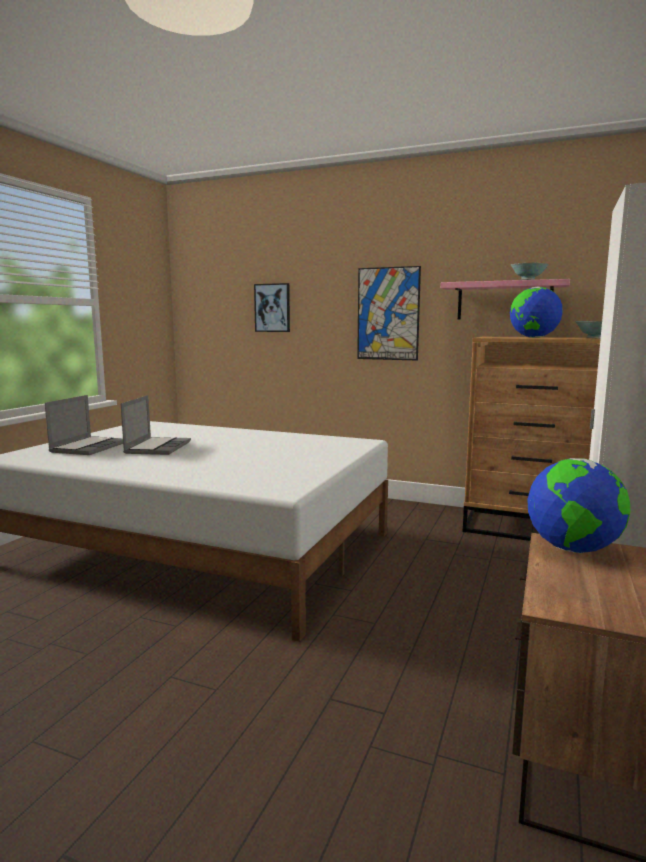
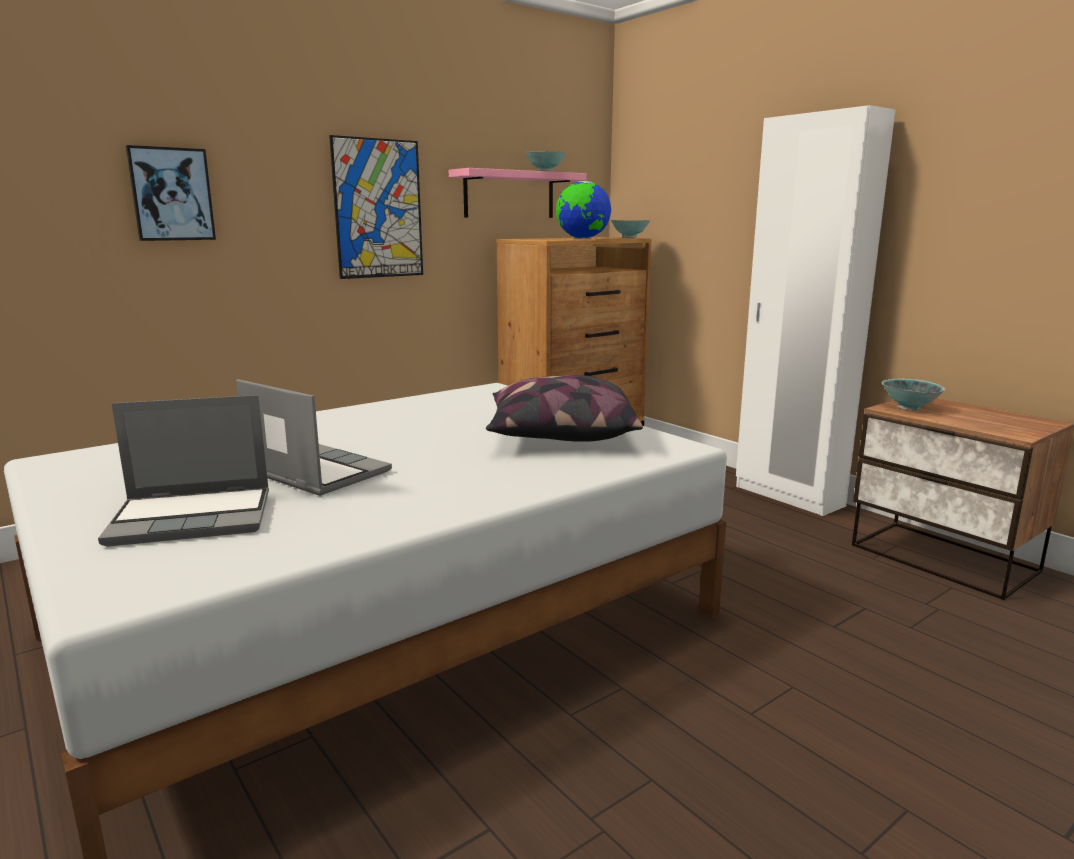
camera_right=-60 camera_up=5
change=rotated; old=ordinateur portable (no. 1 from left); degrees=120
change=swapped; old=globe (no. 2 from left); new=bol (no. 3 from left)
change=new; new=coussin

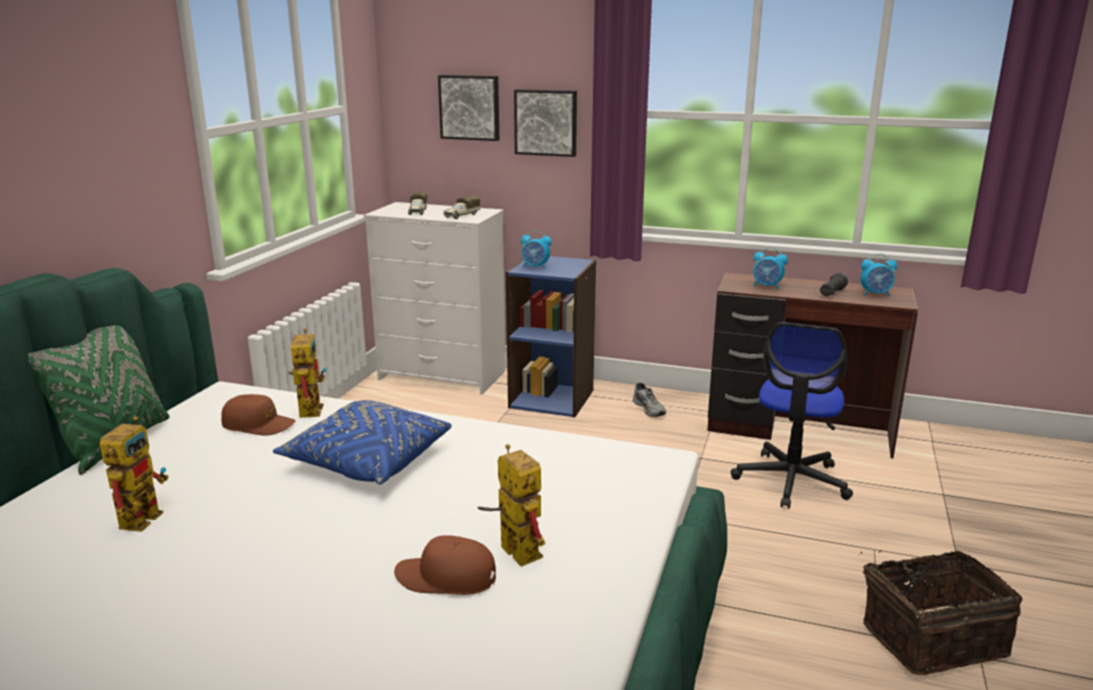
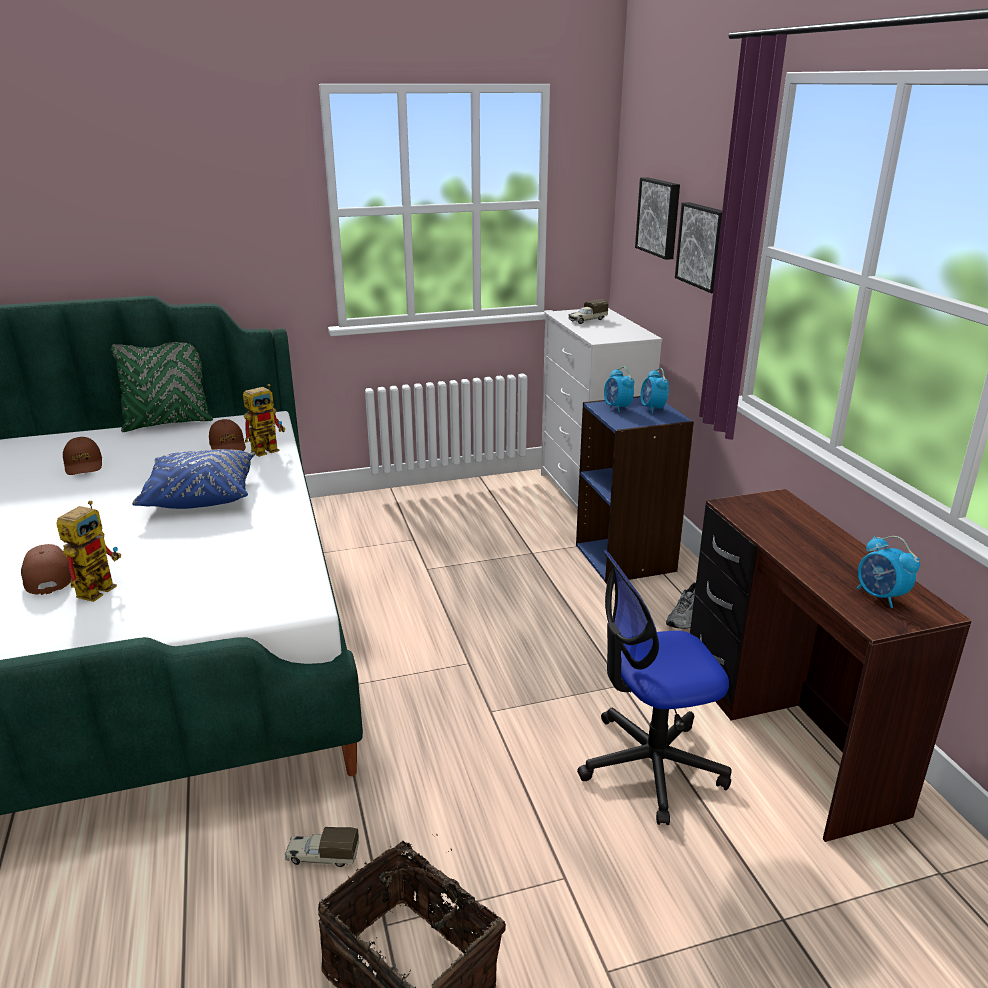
camera_right=55 camera_up=5
change=swapped; old=robot jouet (no. 1 from left); new=casquette (marron) (no. 2 from left)
change=shifted; old=camion jouet (no. 2 from left in the first image); new=camion jouet (no. 1 from left)
change=shifted; old=réveil (no. 2 from left)
change=gone; old=lampe de poche (noir)

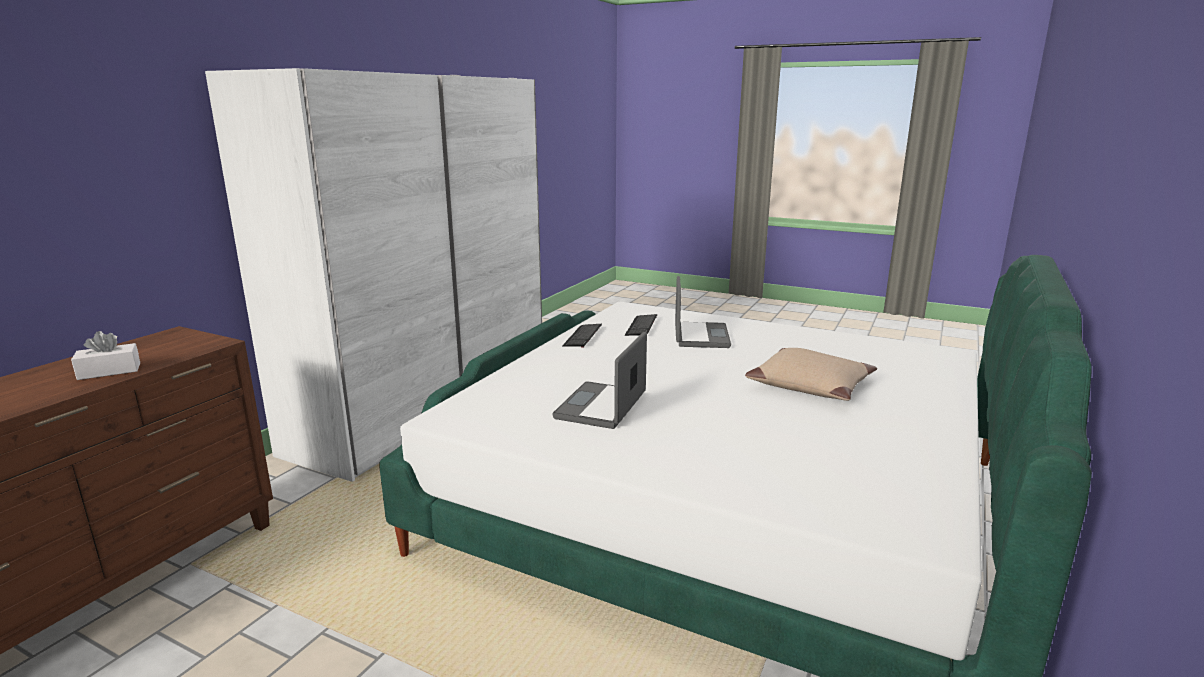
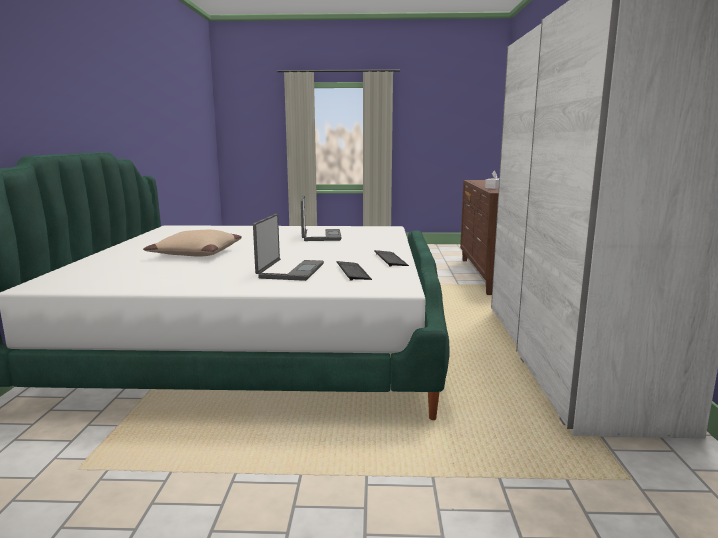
camera_right=155 camera_up=-5
change=rotated; old=ordinateur portable (no. 2 from left in the first image); degrees=-150

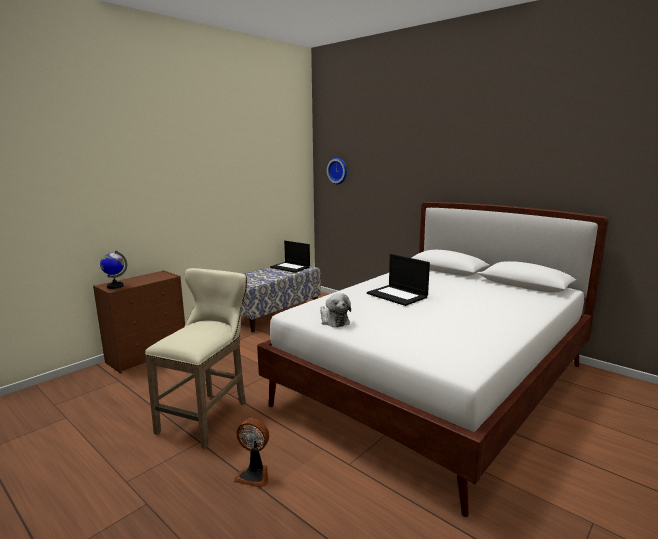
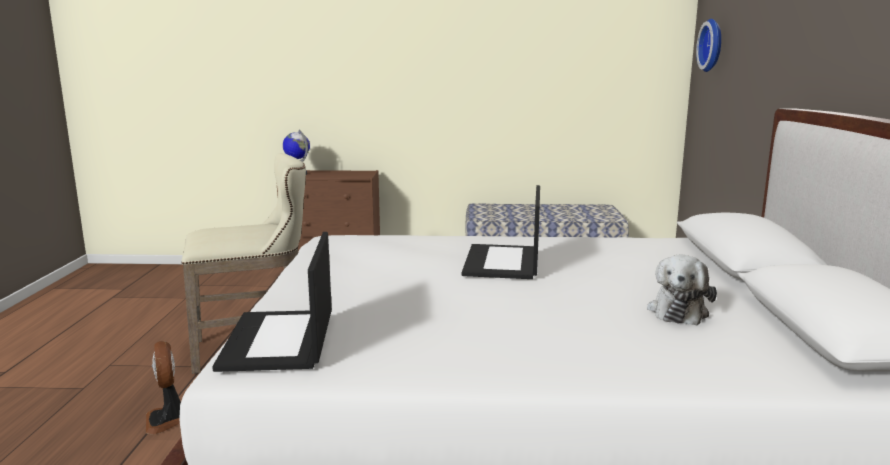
camera_right=50 camera_up=0
change=shifted; old=ordinateur portable (no. 1 from left)
change=shifted; old=peluche

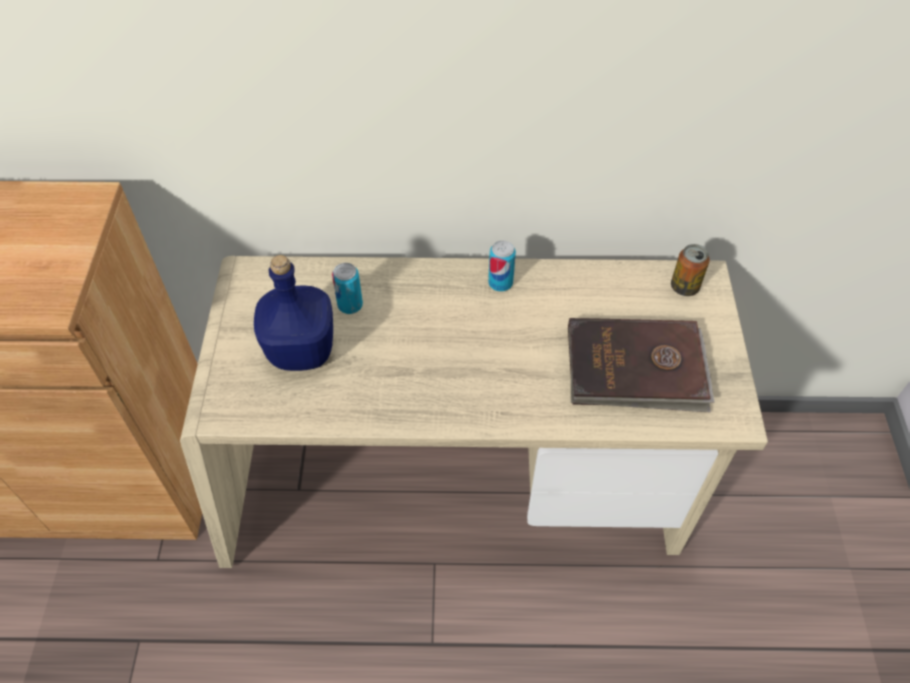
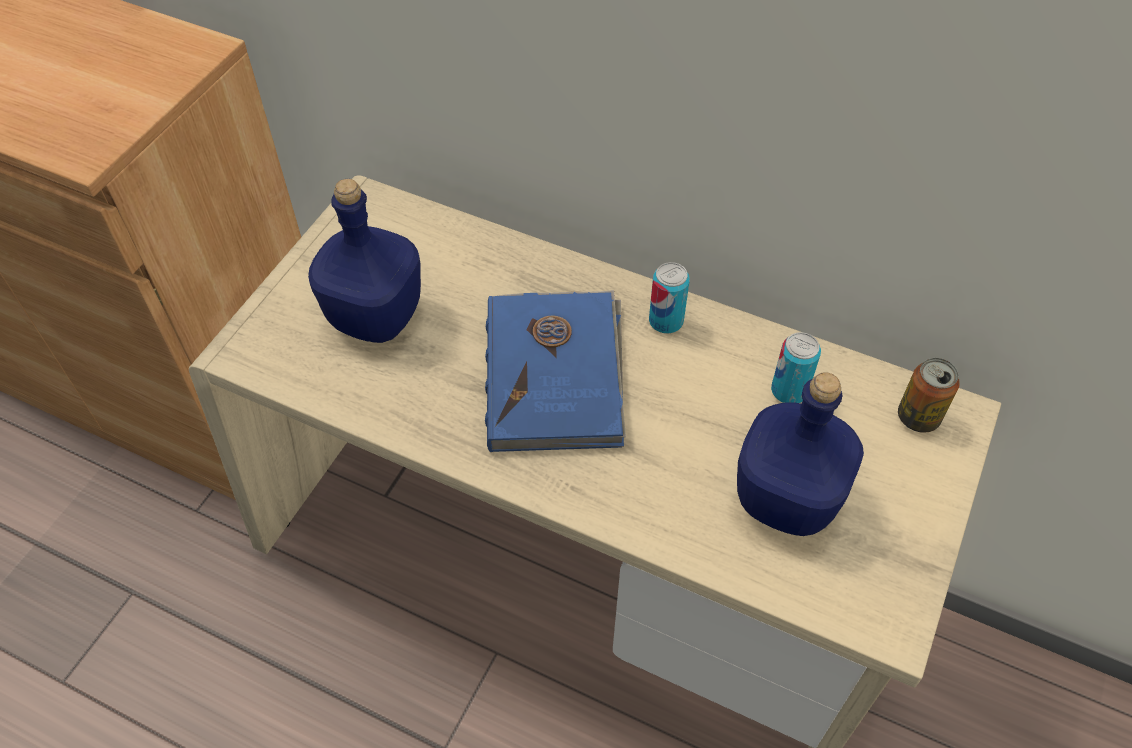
camera_right=25 camera_up=0
change=shifted; old=boîte métallique (no. 1 from left in the first image); new=boîte métallique (no. 2 from left)
change=swapped; old=livre (marron); new=bouteille (bleu) (no. 2 from left)
change=new; new=livre (bleu)

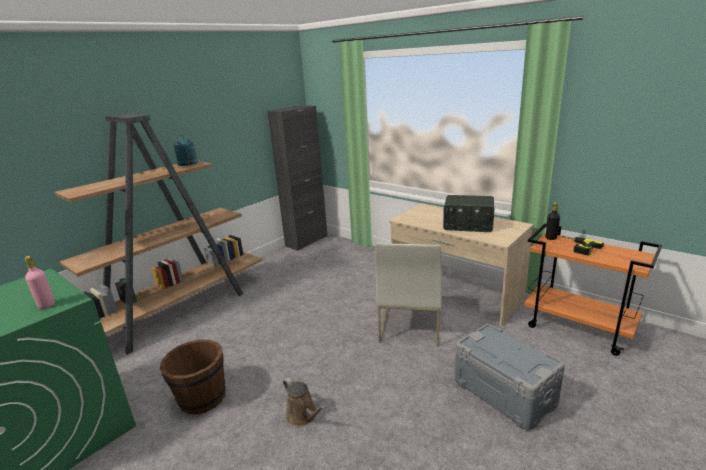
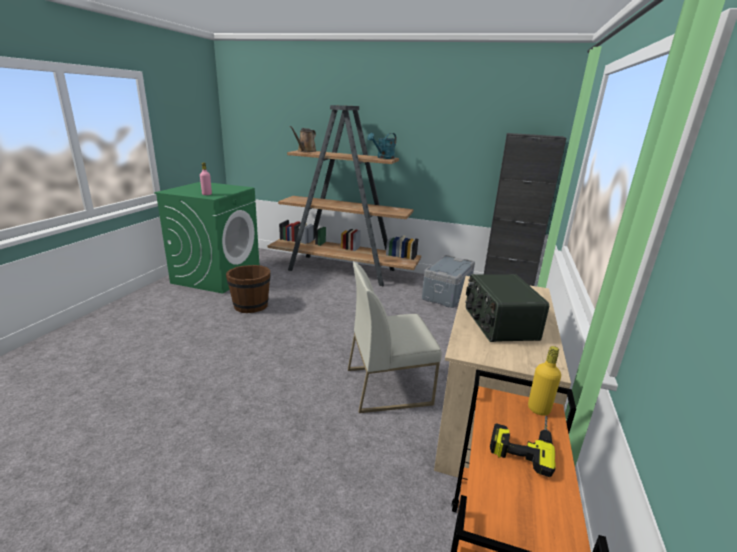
camera_right=65 camera_up=0
change=shifted; old=arrosoir (marron)
change=shifted; old=boîte de rangement (gris)
change=repainted; old=bouteille (noir); new=bouteille (jaune)

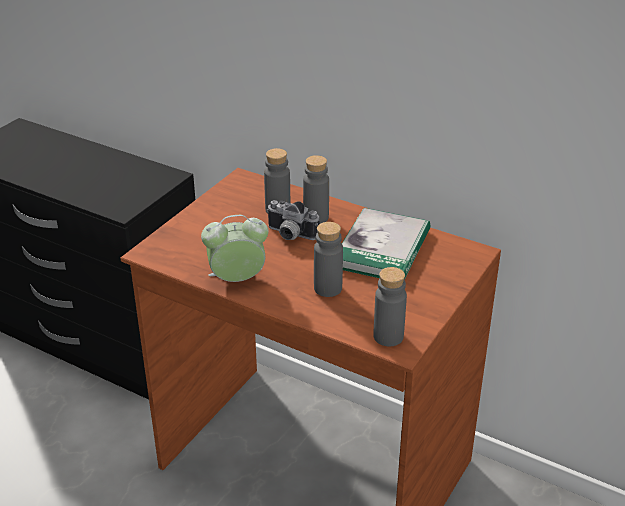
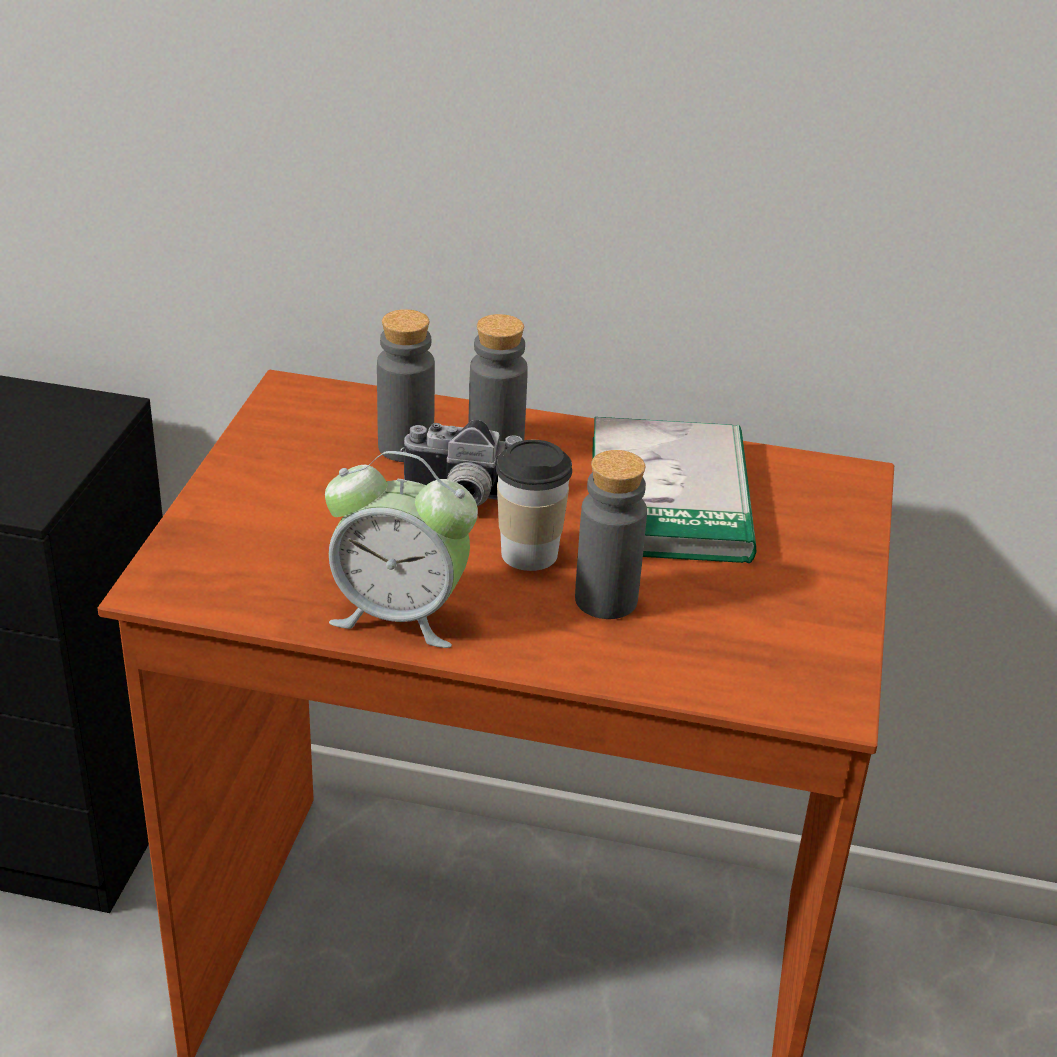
camera_right=-20 camera_up=0
change=rotated; old=réveil; degrees=-135
change=gone; old=bouteille (gris) (no. 4 from left)
change=new; new=tasse

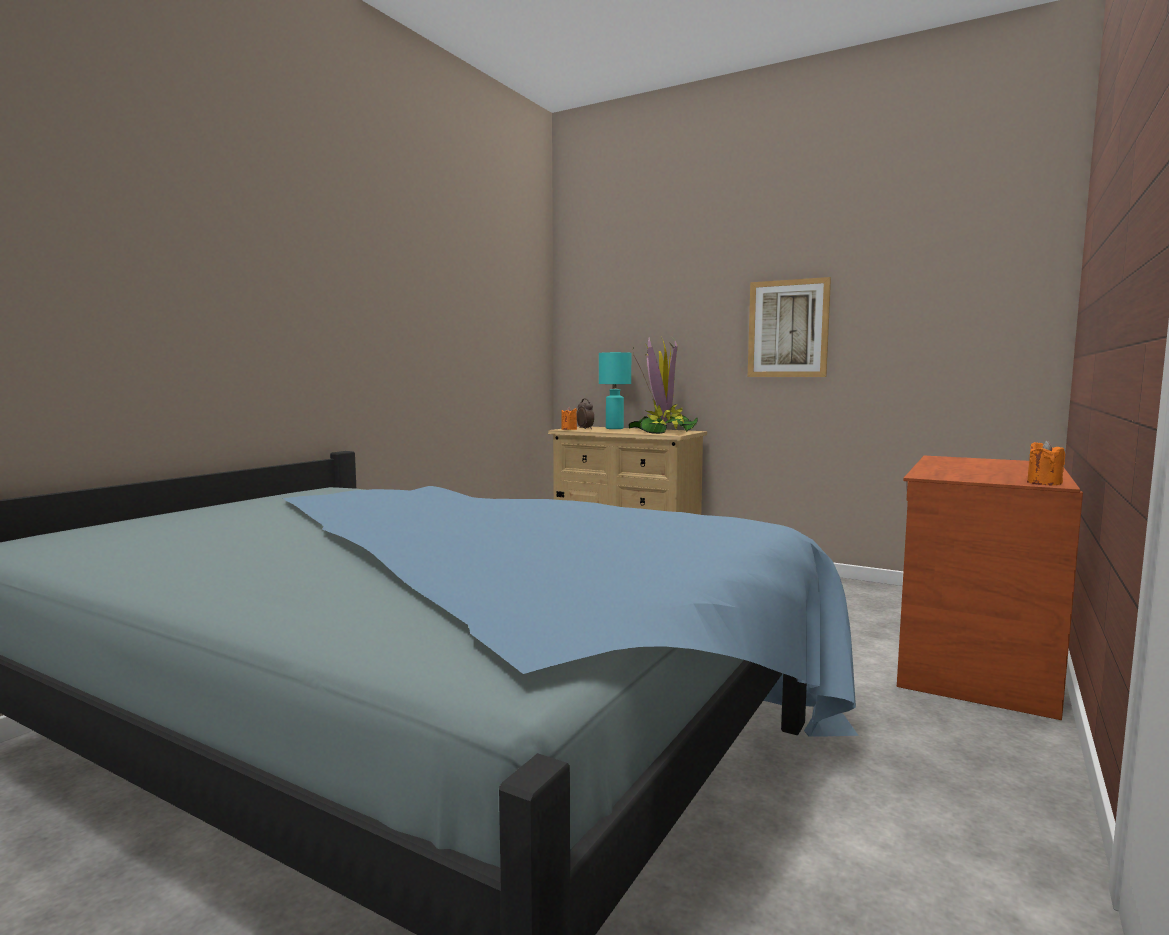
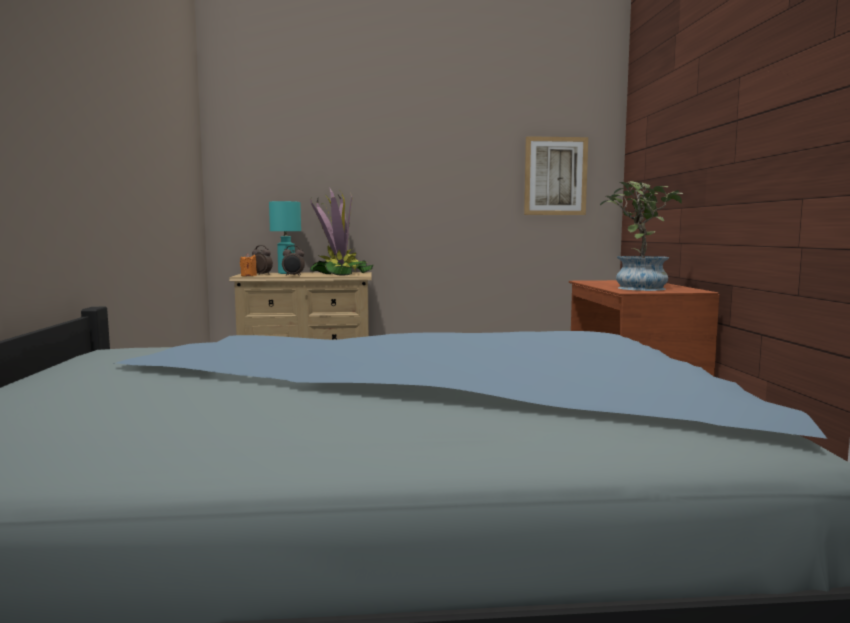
camera_right=-35 camera_up=0
change=shifted; old=tableau
change=gone; old=bougie (orange) (no. 2 from left)
change=new; new=réveil (no. 2 from left)
change=new; new=plante en pot (no. 2 from left)

